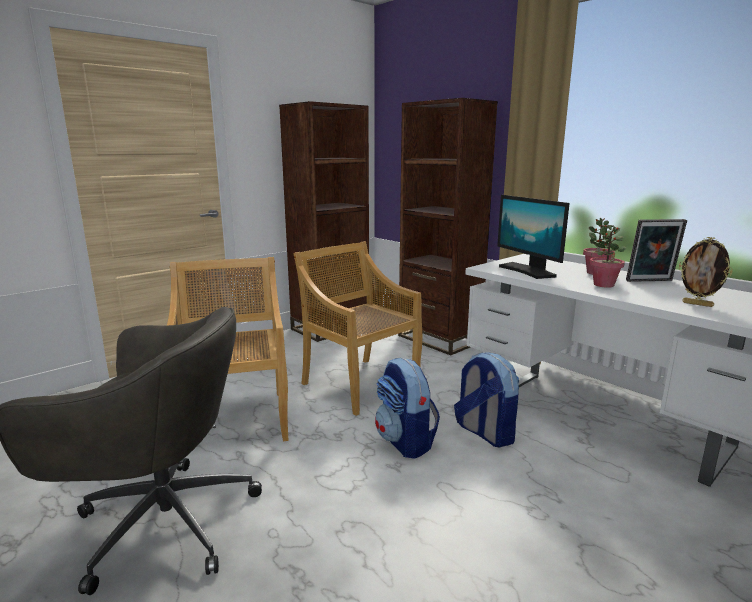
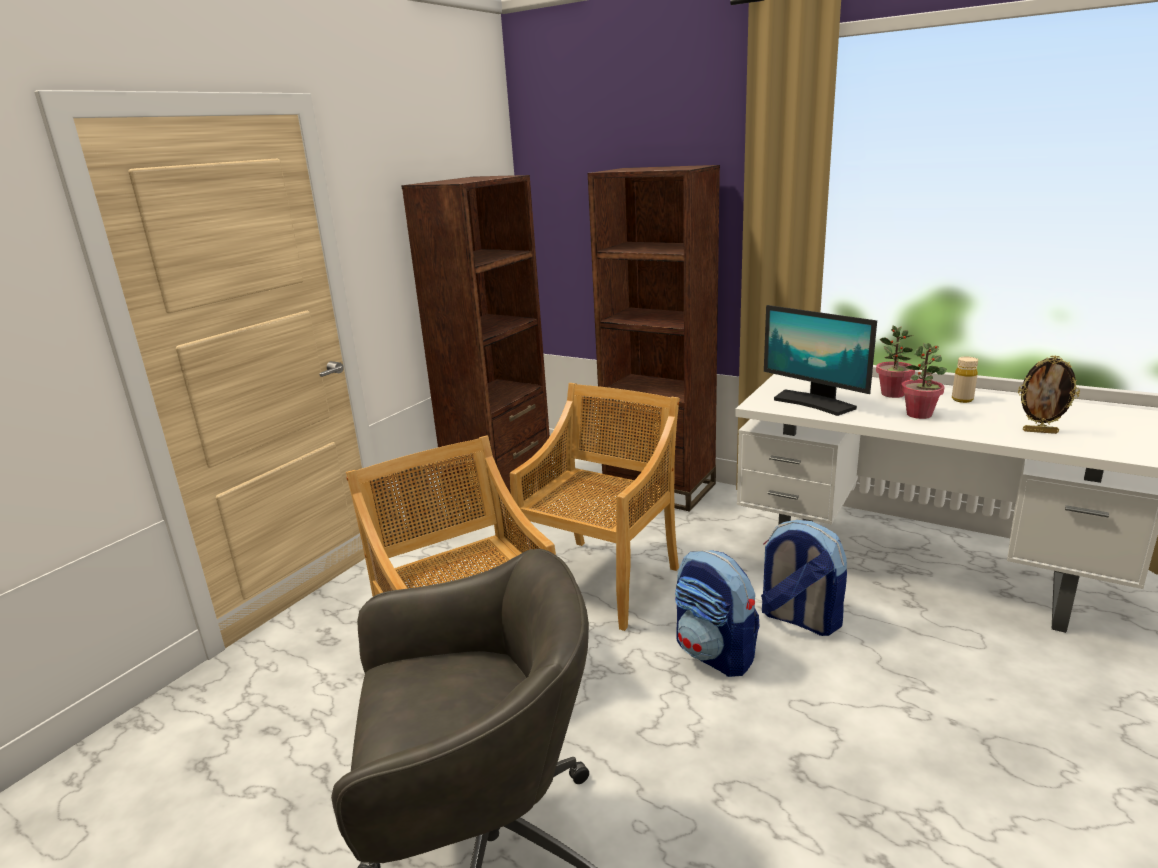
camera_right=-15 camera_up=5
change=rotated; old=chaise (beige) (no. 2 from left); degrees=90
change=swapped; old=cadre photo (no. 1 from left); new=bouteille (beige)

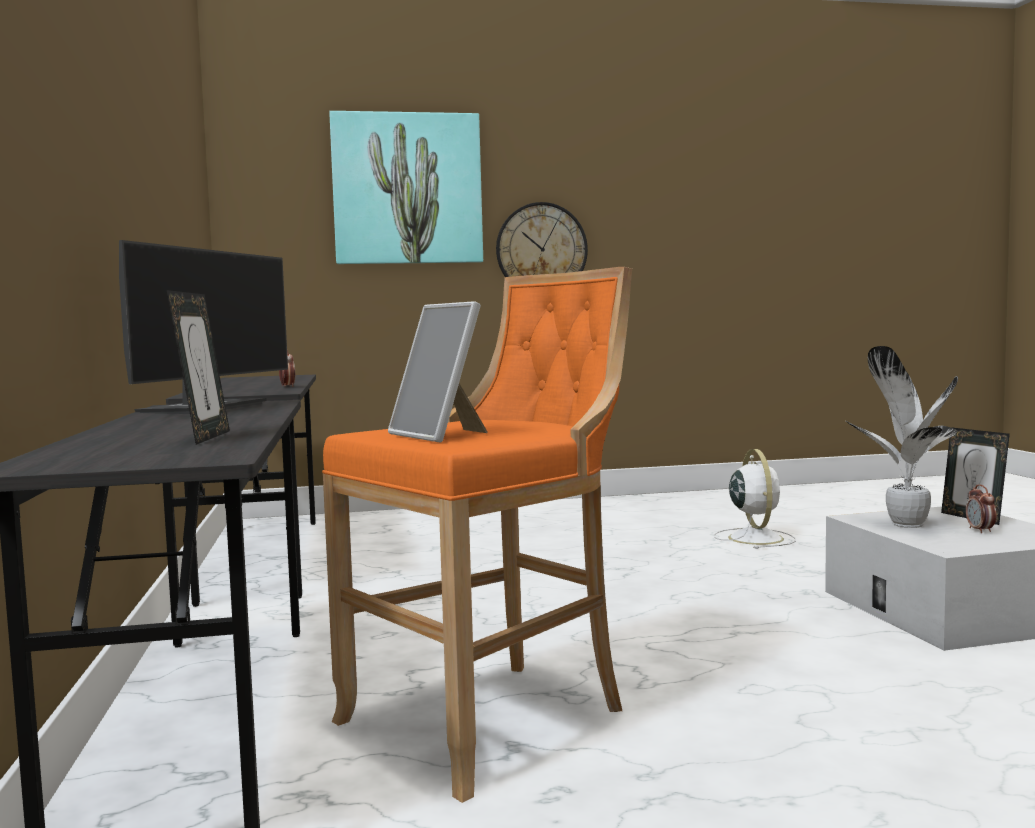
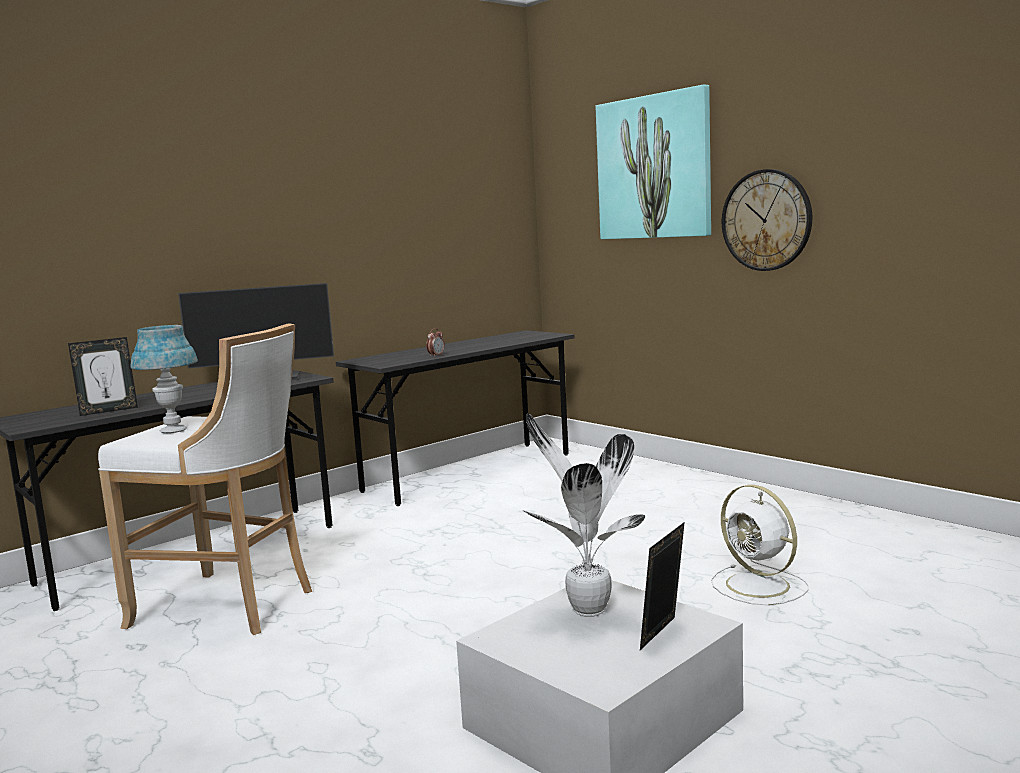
camera_right=60 camera_up=5
change=repainted; old=tabouret (orange); new=tabouret (blanc)
change=swapped; old=cadre photo (no. 2 from left); new=lampe de table (bleu)
change=rotated; old=ventilateur (blanc); degrees=90
change=gone; old=réveil (no. 2 from left)

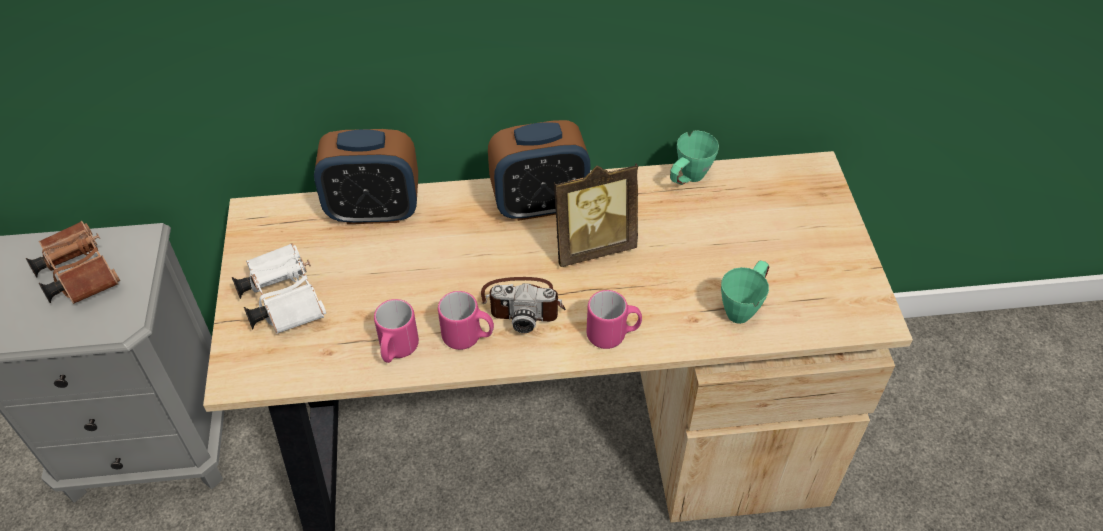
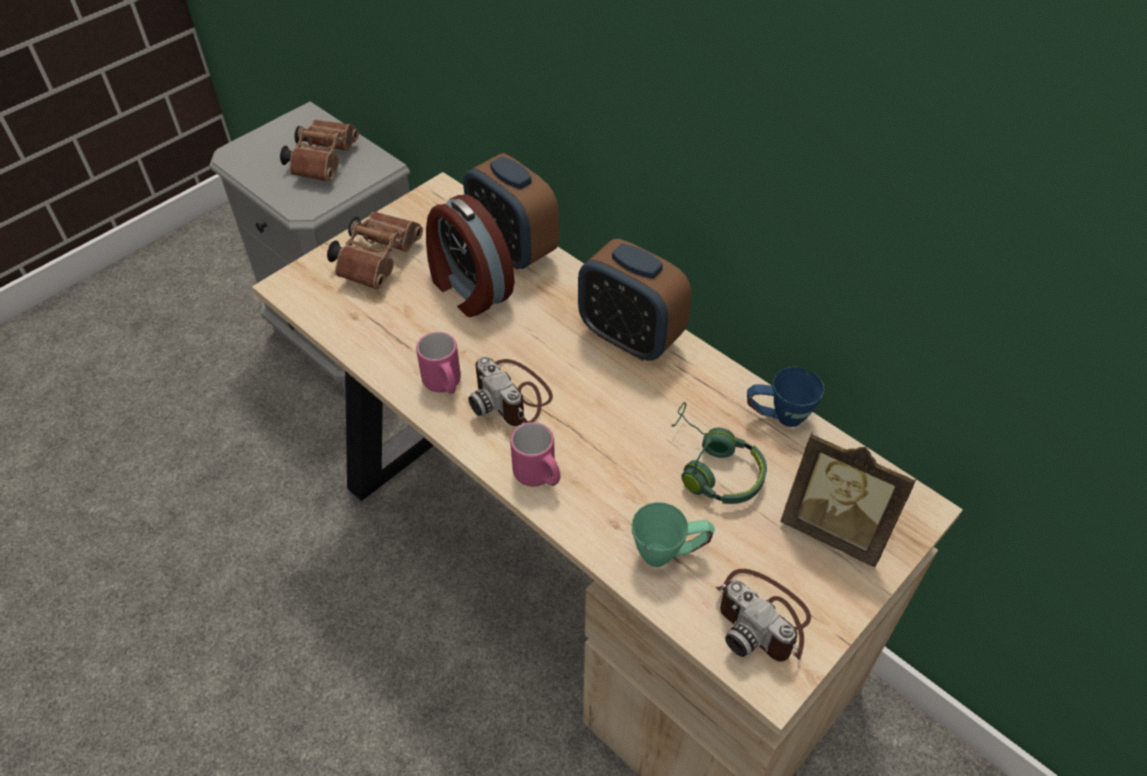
camera_right=50 camera_up=0
change=repainted; old=jumelles (blanc); new=jumelles (marron) (no. 2 from left)
change=gone; old=mug (rose) (no. 1 from left)
change=shifted; old=cadre photo
change=repainted; old=mug (vert) (no. 1 from left); new=mug (bleu)
change=new; new=réveil (no. 1 from left)
change=new; new=casque audio (vert)
change=new; new=appareil photo (no. 2 from left)

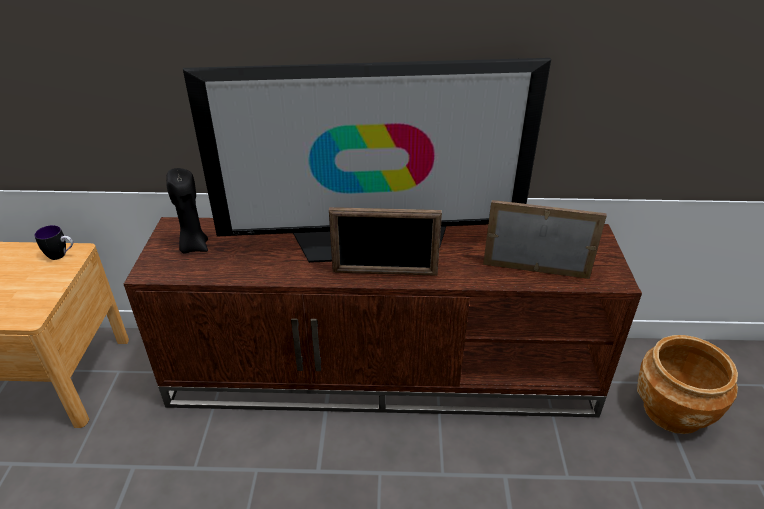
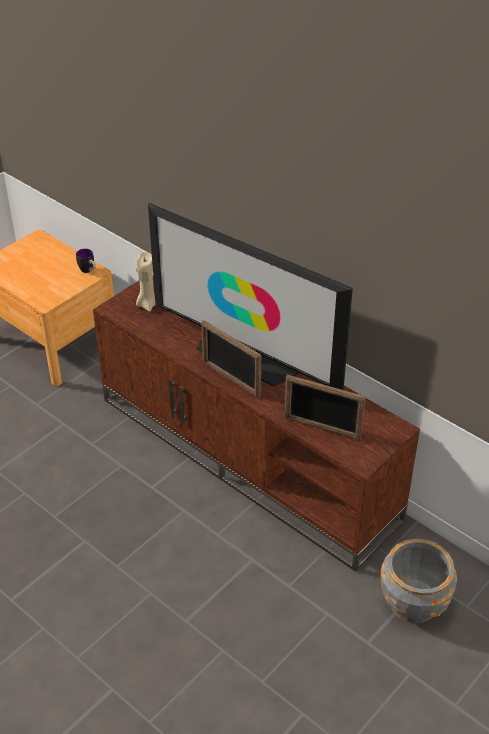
camera_right=40 camera_up=5
change=repainted; old=bougie (noir); new=bougie (beige)
change=rotated; old=cadre photo (no. 2 from left); degrees=150
change=repainted; old=cache-pot (marron); new=cache-pot (gris)

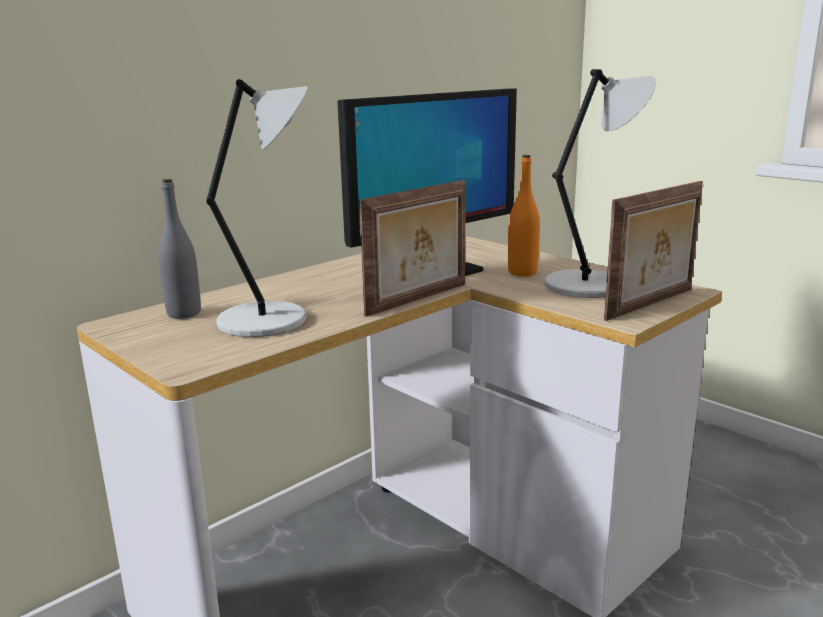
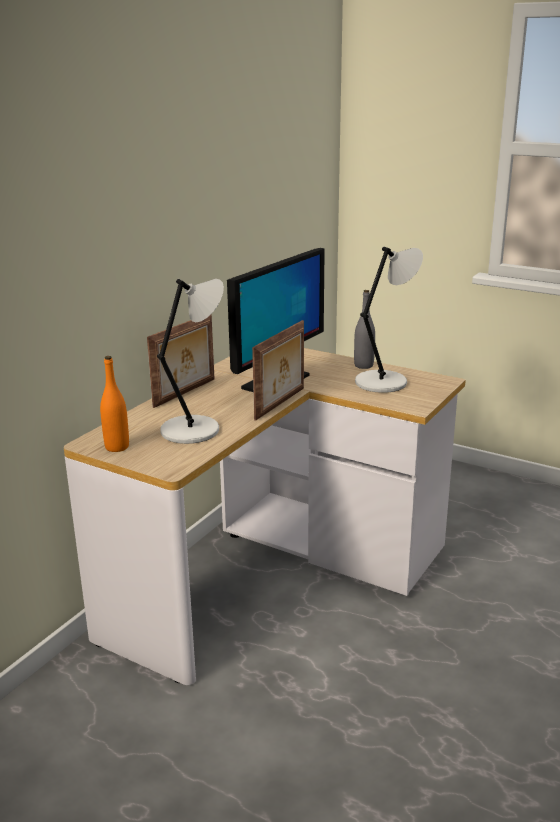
camera_right=-15 camera_up=5
change=shifted; old=bouteille (gris)
change=shifted; old=bouteille (orange)
change=shifted; old=cadre photo (no. 2 from left in the first image); new=cadre photo (no. 1 from left)

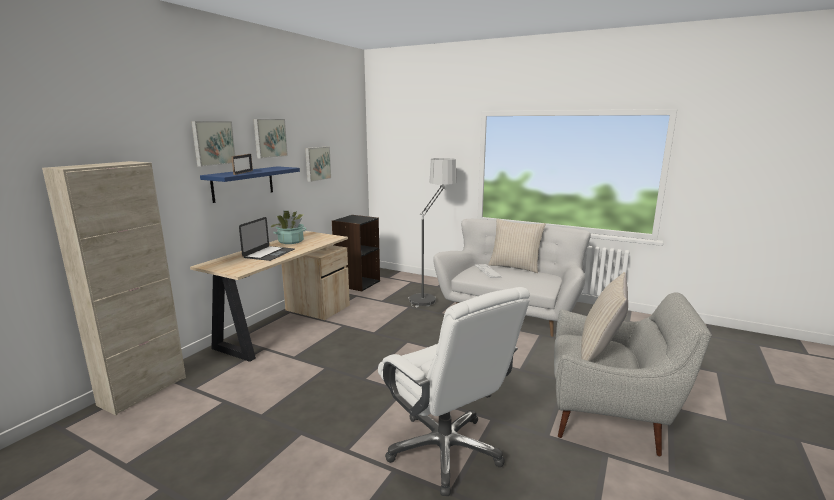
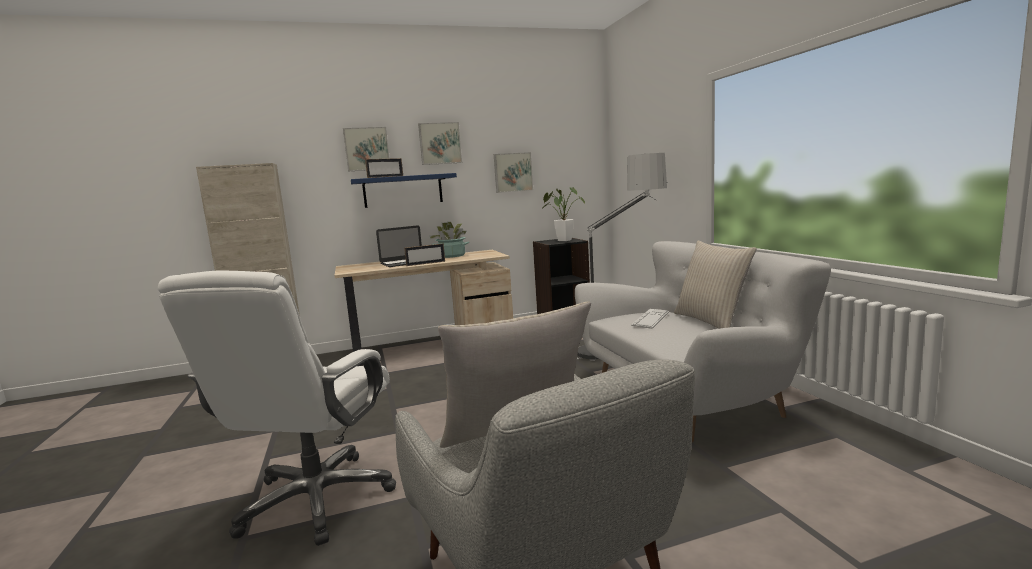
camera_right=45 camera_up=-5
change=new; new=cadre photo (no. 2 from left)
change=new; new=plante en pot (no. 2 from left)

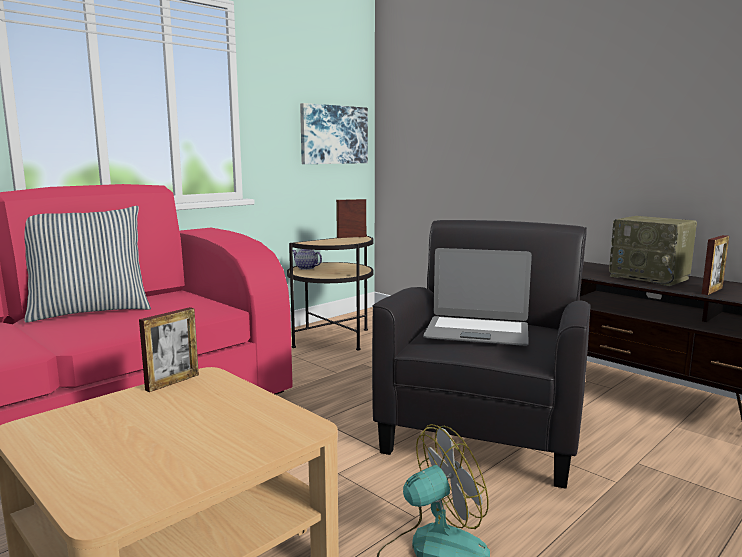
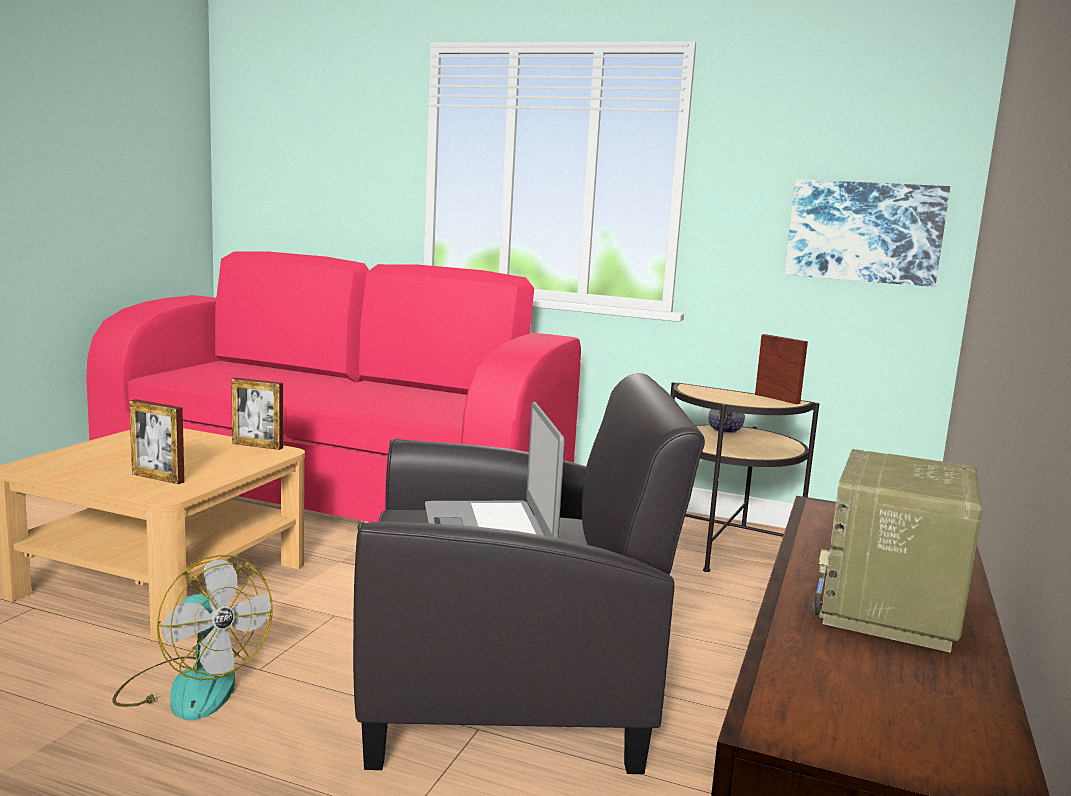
camera_right=65 camera_up=0
change=gone; old=coussin
change=shifted; old=cadre photo (no. 3 from left in the first image); new=cadre photo (no. 1 from left)

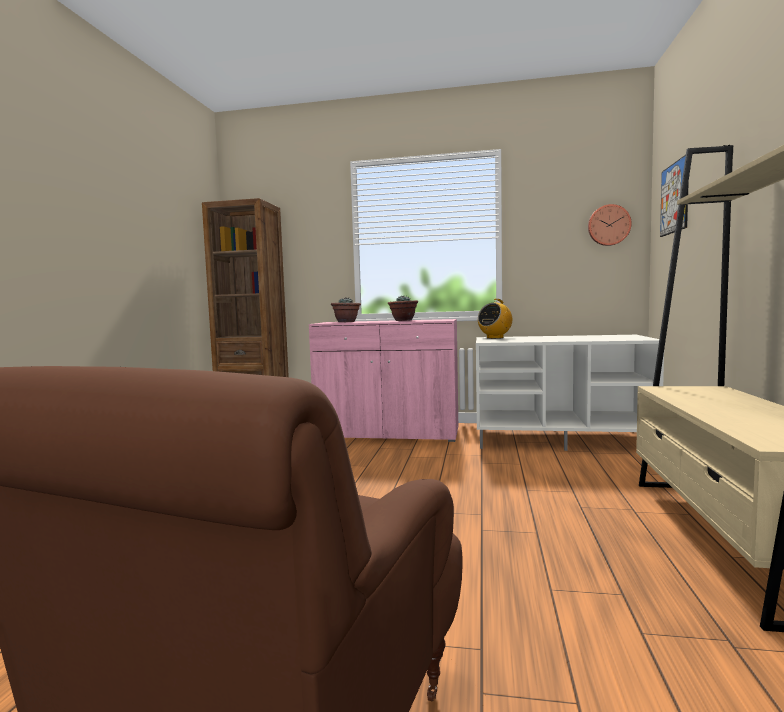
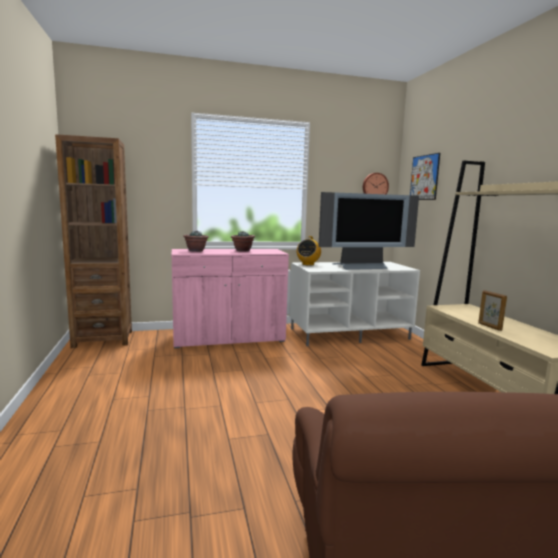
camera_right=-25 camera_up=5
change=new; new=téléviseur
change=new; new=cadre photo

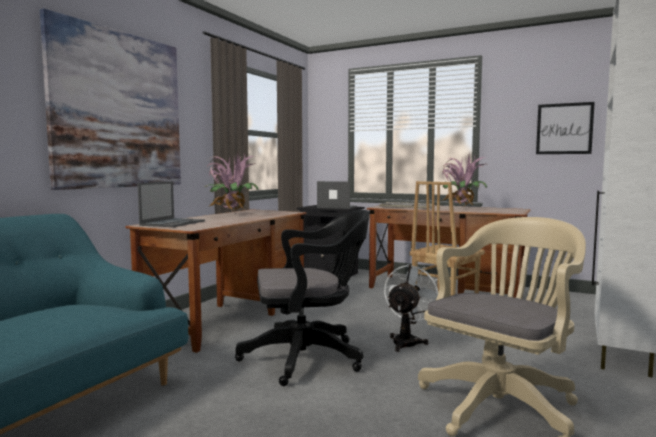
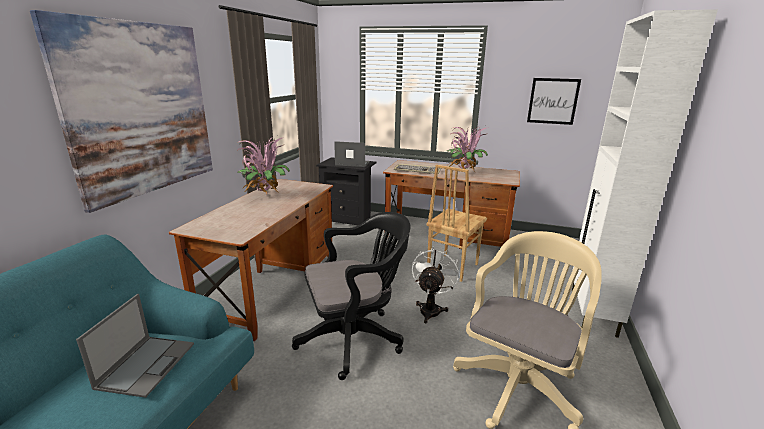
camera_right=-10 camera_up=15
change=shifted; old=ordinateur portable (no. 1 from left)

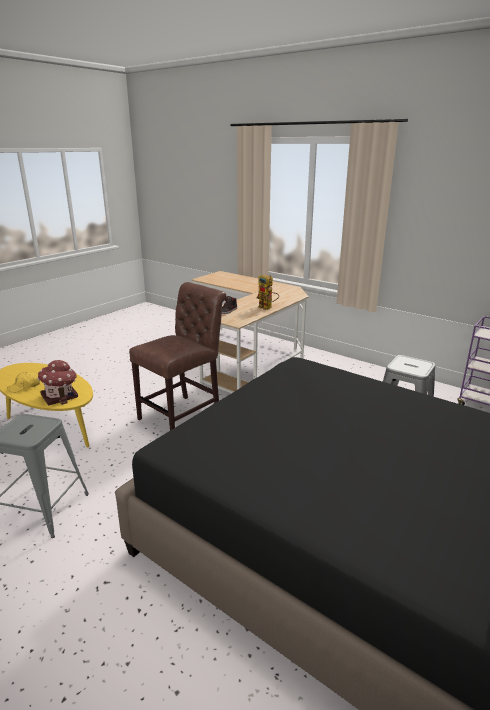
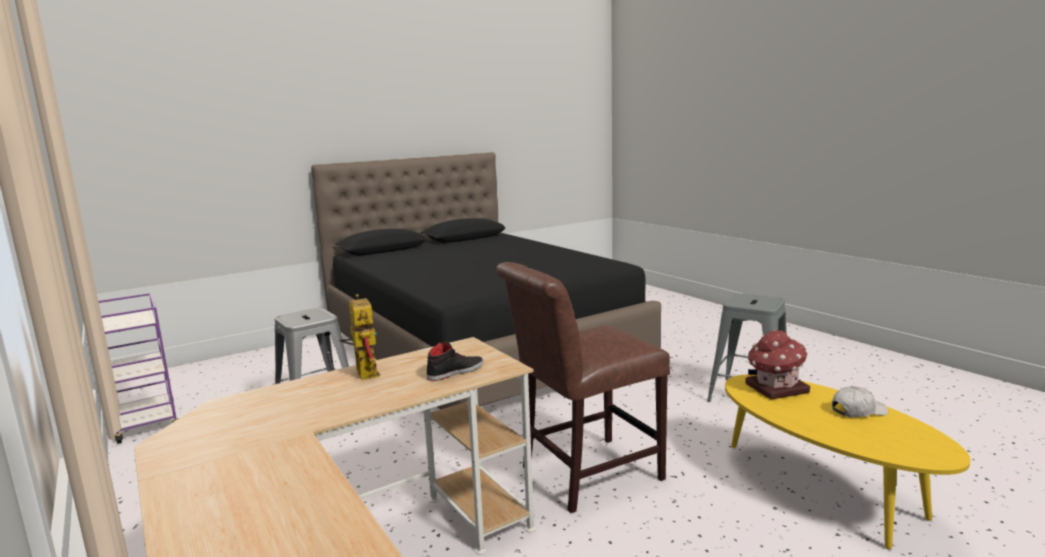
camera_right=-160 camera_up=-10
change=repainted; old=casquette (jaune); new=casquette (blanc)

